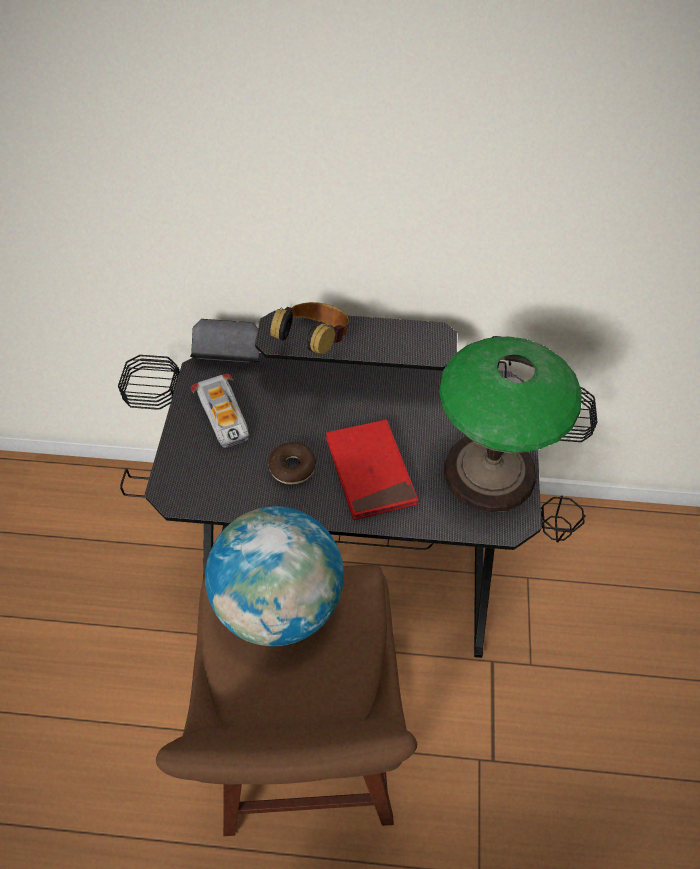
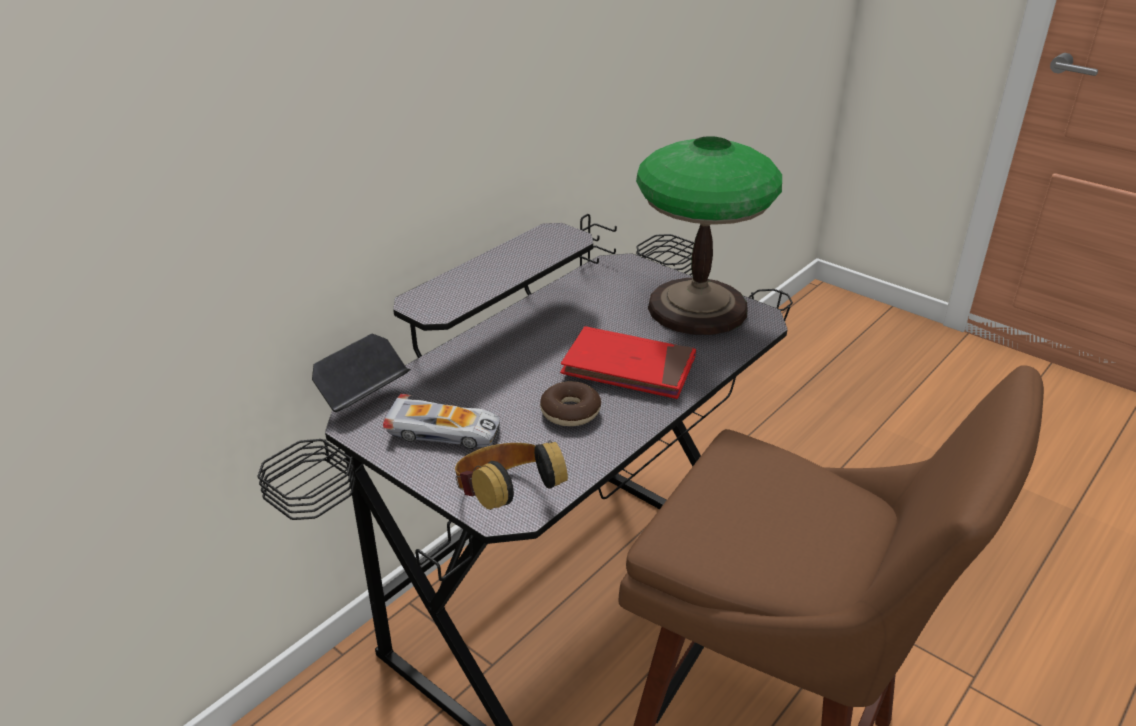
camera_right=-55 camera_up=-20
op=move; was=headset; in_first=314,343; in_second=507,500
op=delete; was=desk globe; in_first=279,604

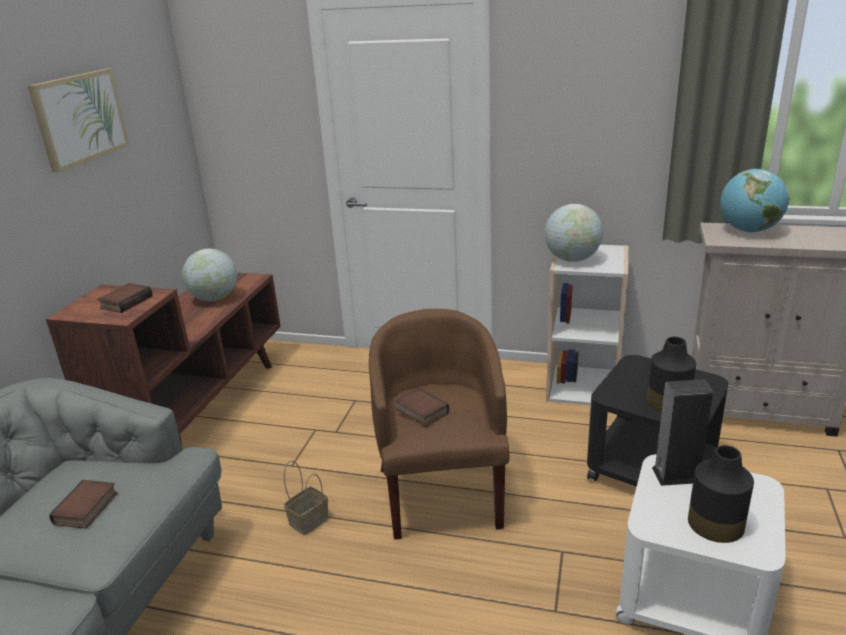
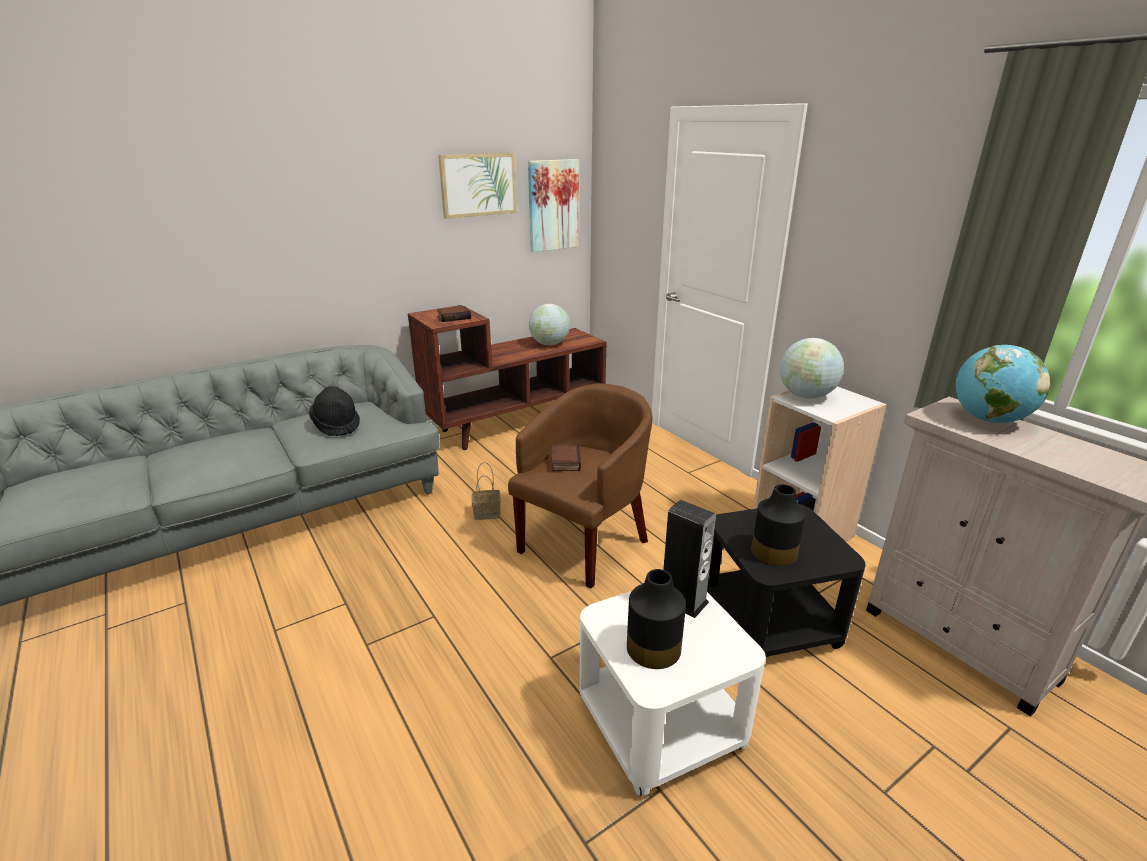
camera_right=40 camera_up=0
op=replace; was=bound book; now=black-coloured hat; in_first=87,509; in_second=337,425
op=insert; now=wall art; in_second=553,205

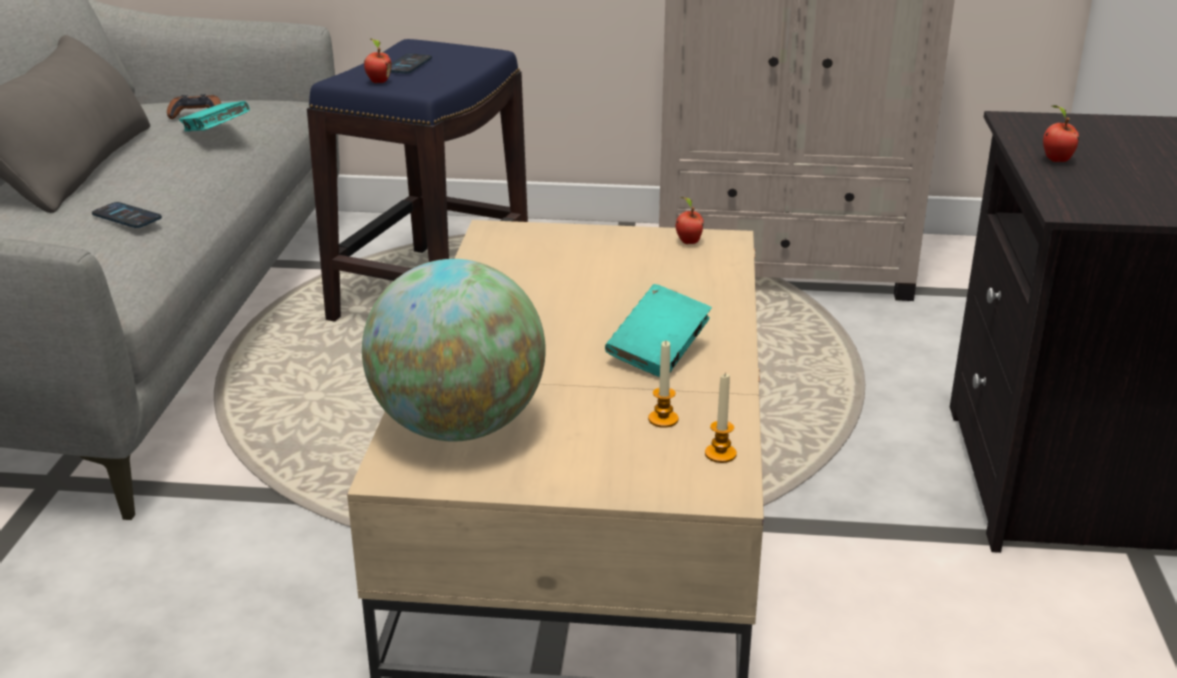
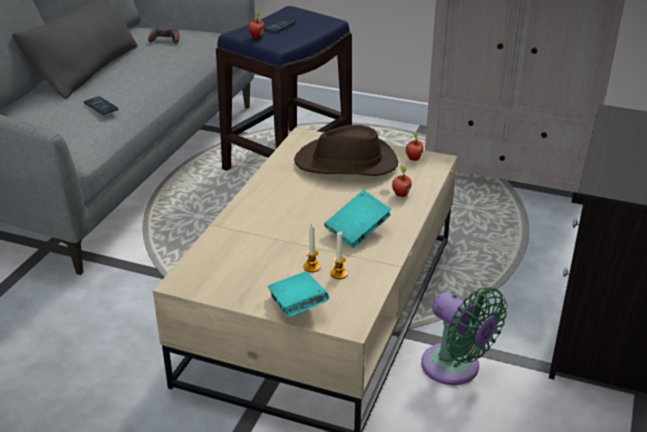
camera_right=15 camera_up=5
op=move; was=blue-green bound book; in_first=216,135; in_second=297,307
op=insert; now=brownish hat; in_second=347,163
op=move; was=wax light; in_first=720,454; in_second=312,267
op=move; was=whole apple; in_first=1055,160; in_second=400,194
op=insert; now=green electric fan; in_second=455,368
op=delete; was=desk globe; in_first=458,427

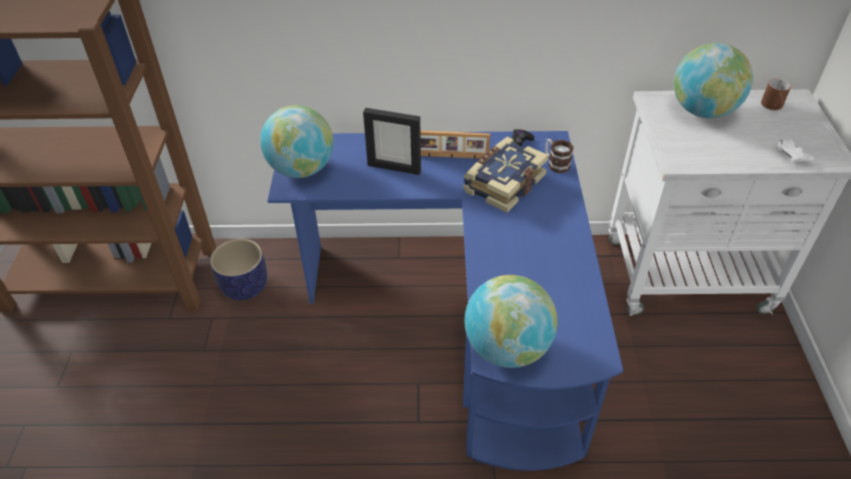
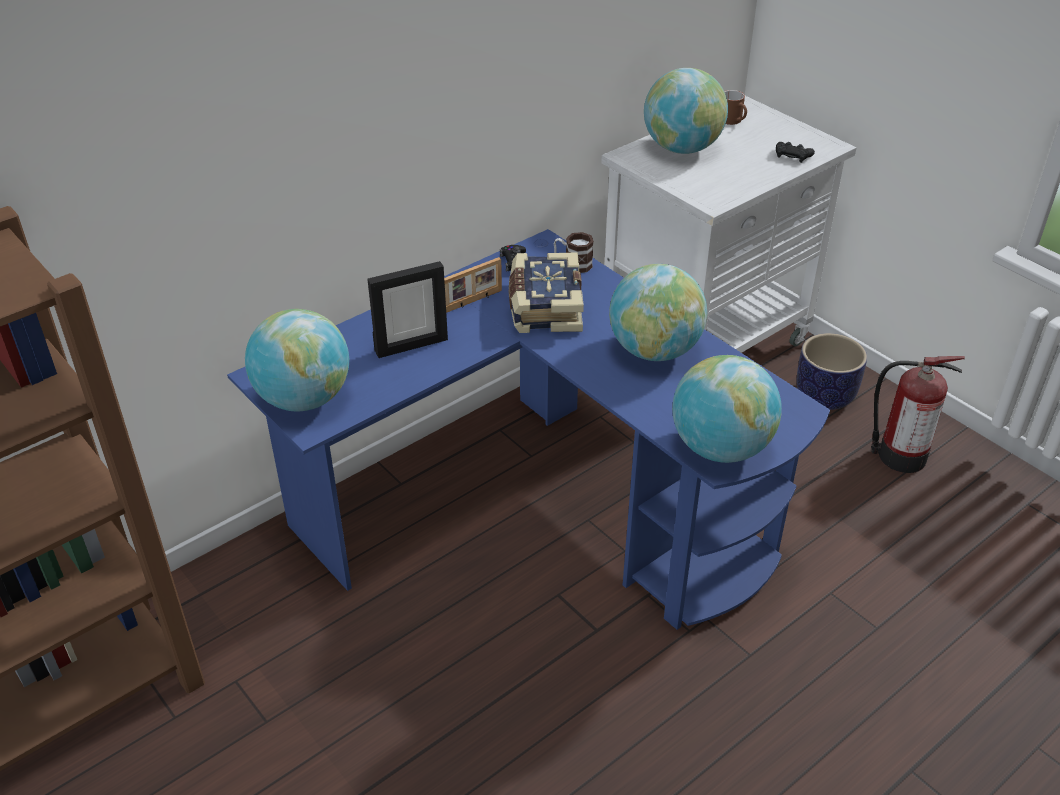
camera_right=-40 camera_up=-5
op=insert; now=desk globe; in_second=654,350
op=recolor; was=white game controller; now=black-coloured game controller; in_first=792,155; in_second=792,156
op=move; was=plant pot; in_first=245,286; in_second=824,396
op=insert; now=fire-fighting cylinder; in_second=899,456

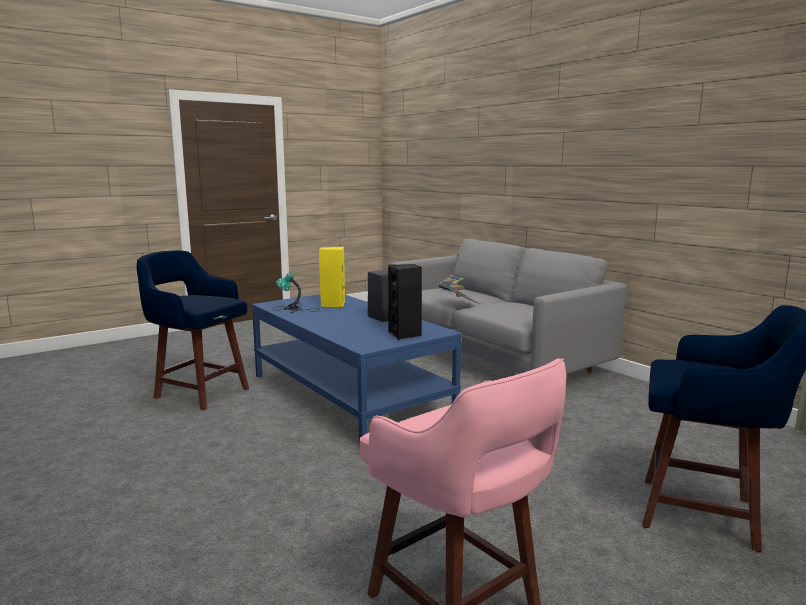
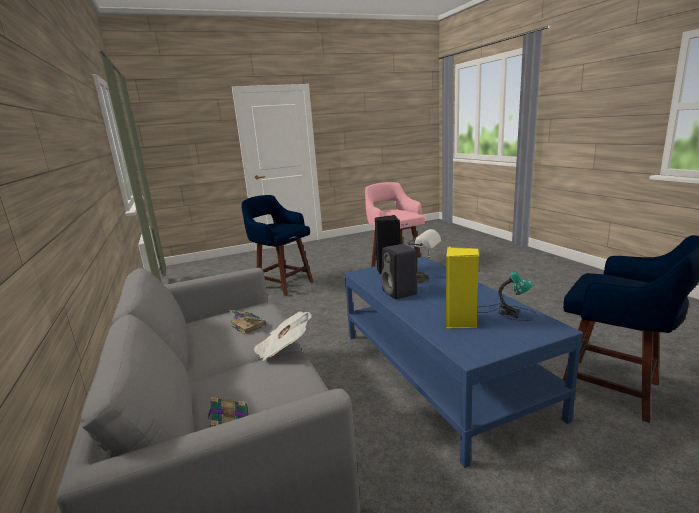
camera_right=-165 camera_up=5
op=insert; now=bound book; in_second=247,325
op=insert; now=table lamp; in_second=421,278

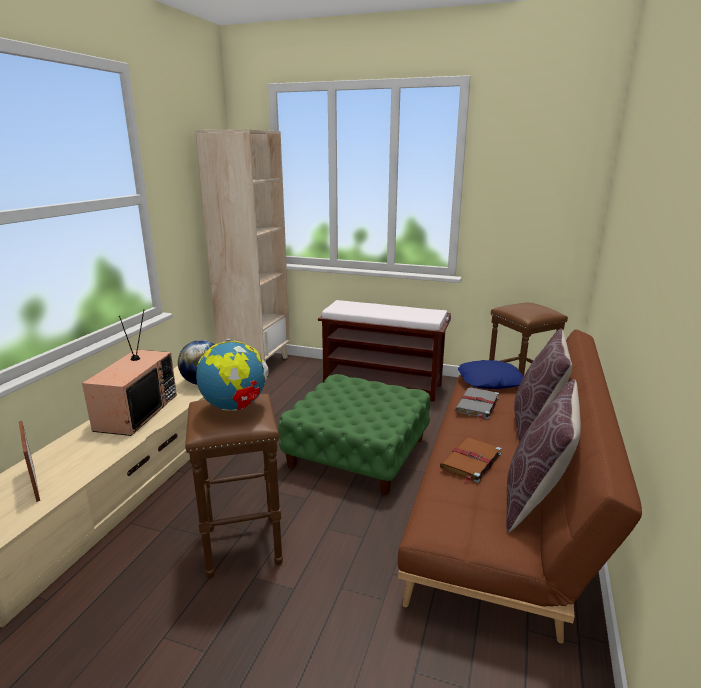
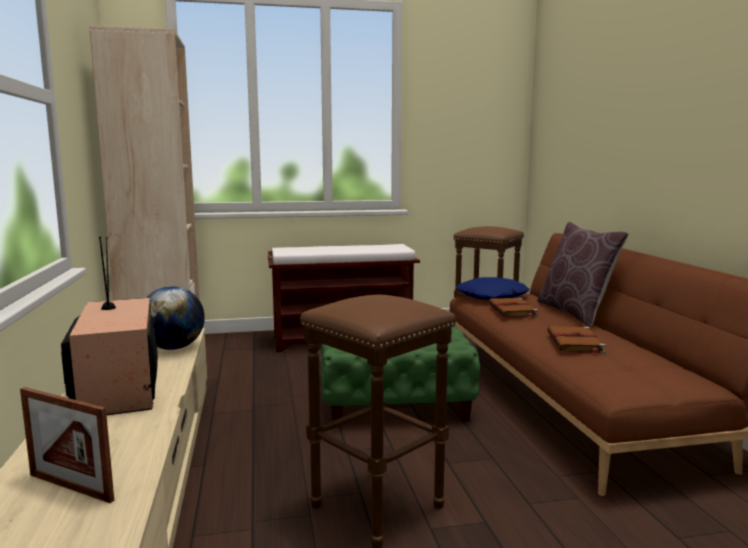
camera_right=-30 camera_up=-10
op=recolor; was=grey bound book; now=brownish bound book; in_first=477,405; in_second=512,310
op=delete; was=desk globe; in_first=235,407
op=delete; was=brownish cushion; in_first=535,498

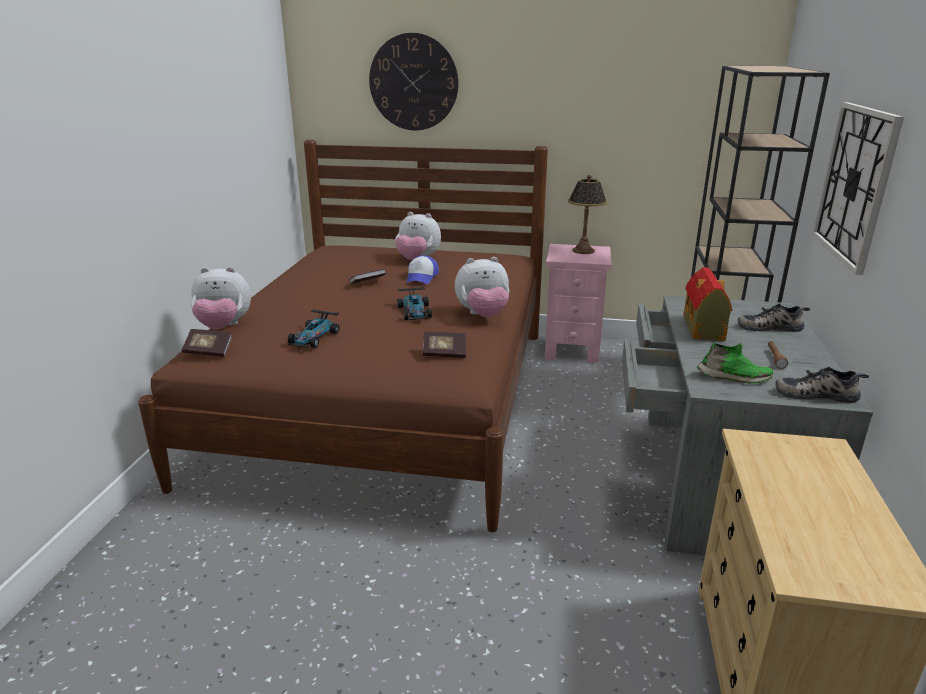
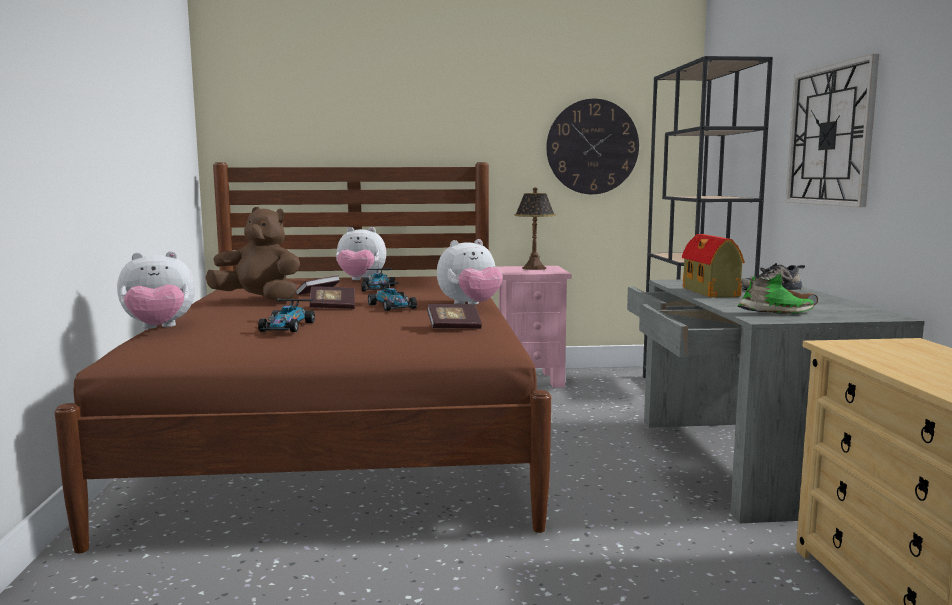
camera_right=-15 camera_up=-15
op=insert; now=brownish plush toy; in_second=259,300
op=move; was=bound book; in_first=208,351; in_second=332,307
op=replace; was=peaked cap; now=miniature car; in_first=422,277; in_second=377,288
op=move; was=wall clock; in_first=413,82; in_second=592,147
op=delete; was=shoe; in_first=816,394

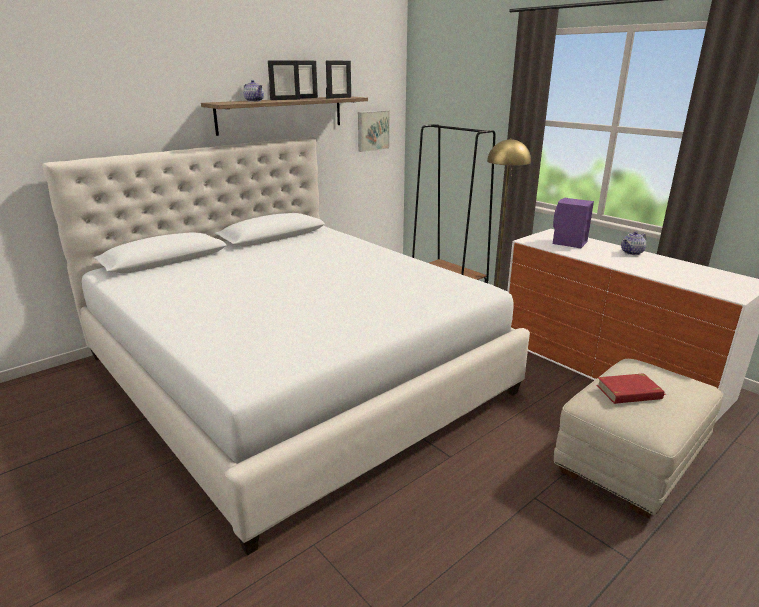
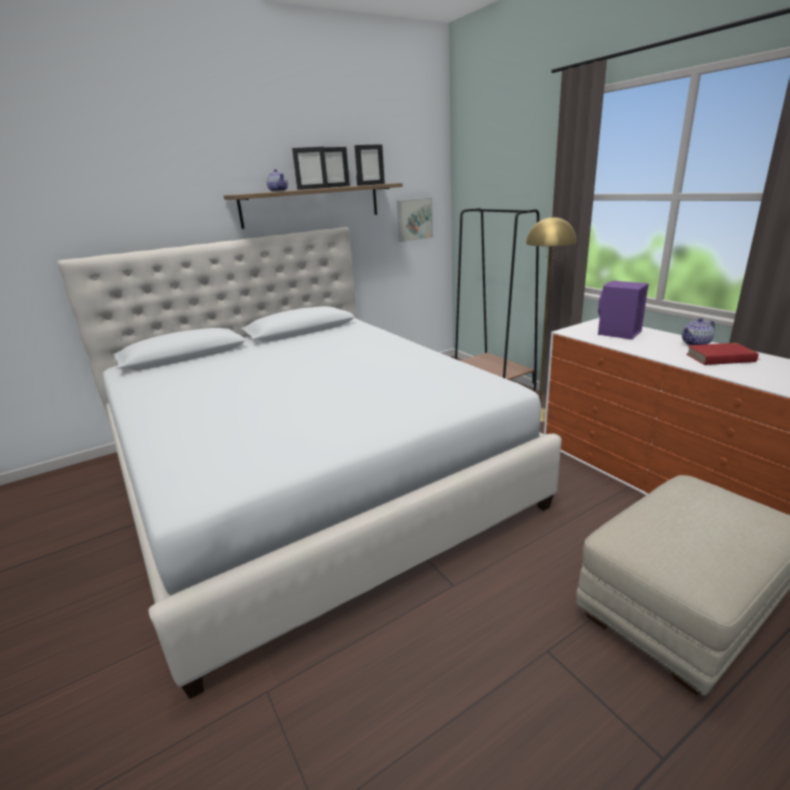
camera_right=10 camera_up=0
op=move; was=reddish bound book; in_first=629,392; in_second=720,358

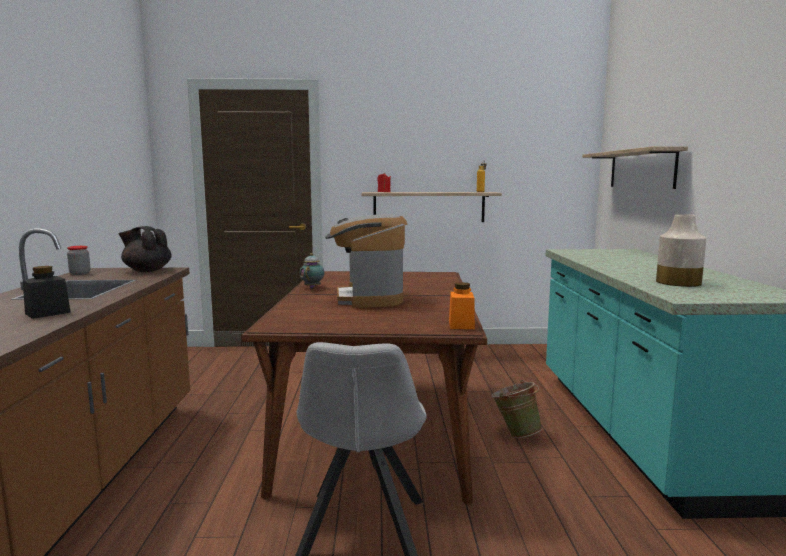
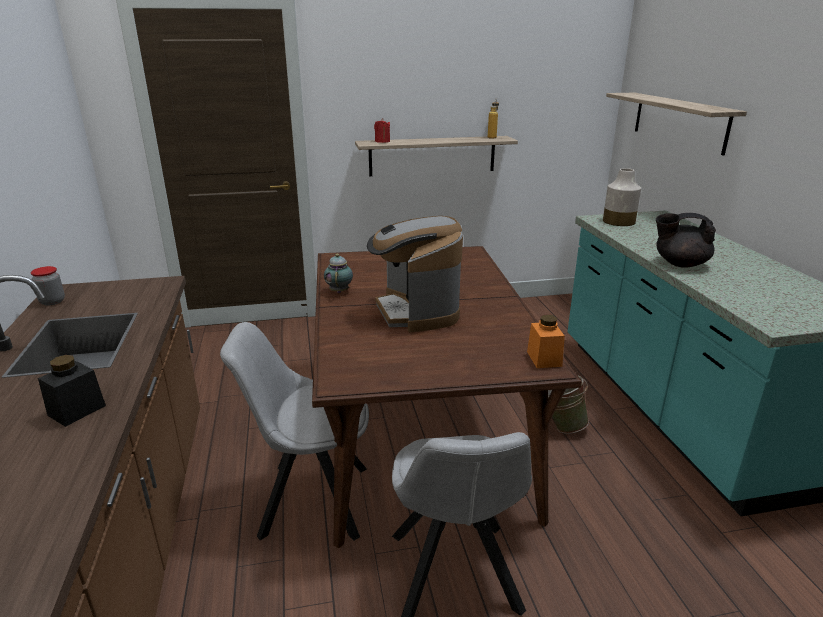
camera_right=-10 camera_up=15
op=insert; now=grey chair; in_second=311,500
op=move; was=beige-coloured vase; in_first=678,282; in_second=619,221
op=move; was=black-coloured teapot; in_first=147,270; in_second=679,263

